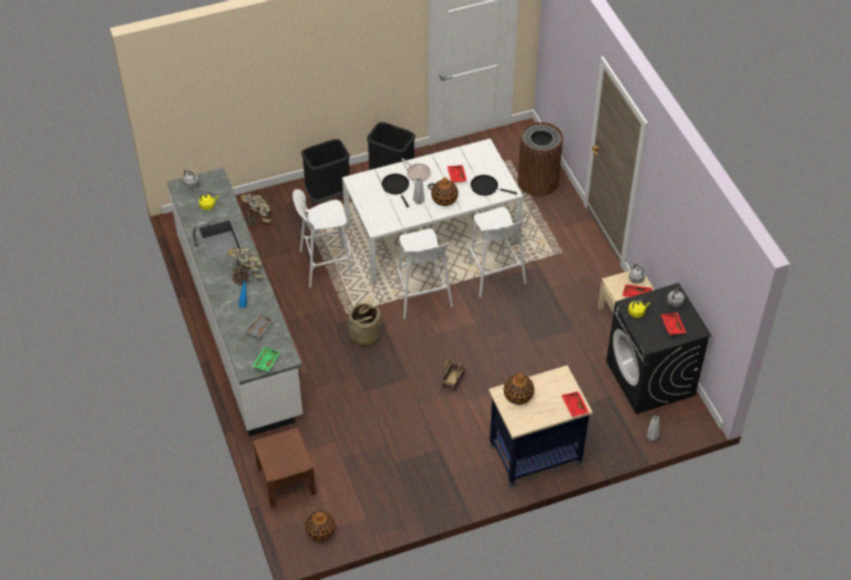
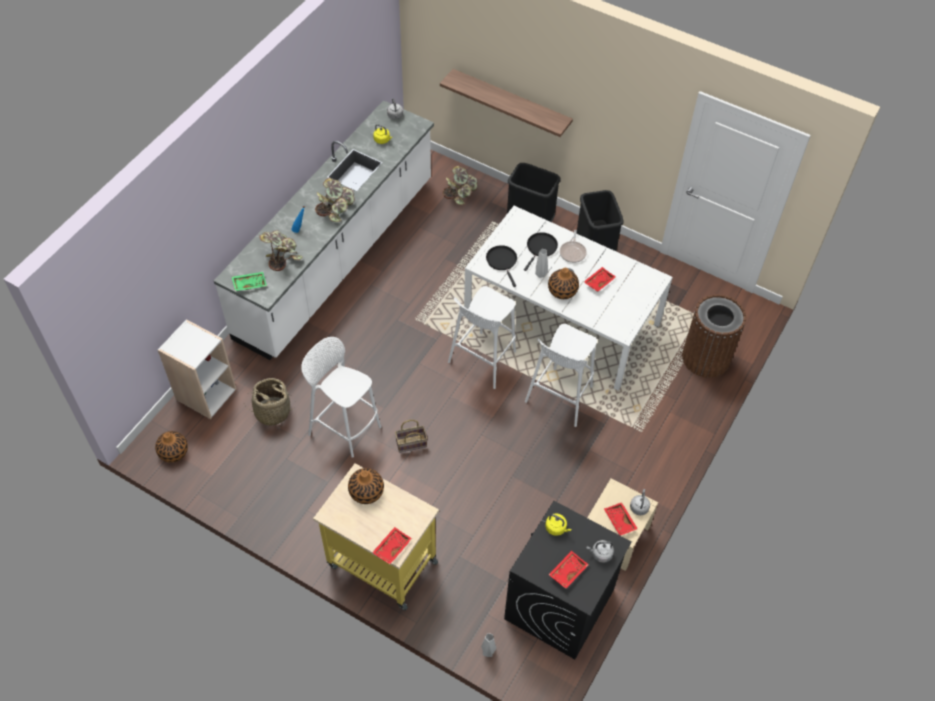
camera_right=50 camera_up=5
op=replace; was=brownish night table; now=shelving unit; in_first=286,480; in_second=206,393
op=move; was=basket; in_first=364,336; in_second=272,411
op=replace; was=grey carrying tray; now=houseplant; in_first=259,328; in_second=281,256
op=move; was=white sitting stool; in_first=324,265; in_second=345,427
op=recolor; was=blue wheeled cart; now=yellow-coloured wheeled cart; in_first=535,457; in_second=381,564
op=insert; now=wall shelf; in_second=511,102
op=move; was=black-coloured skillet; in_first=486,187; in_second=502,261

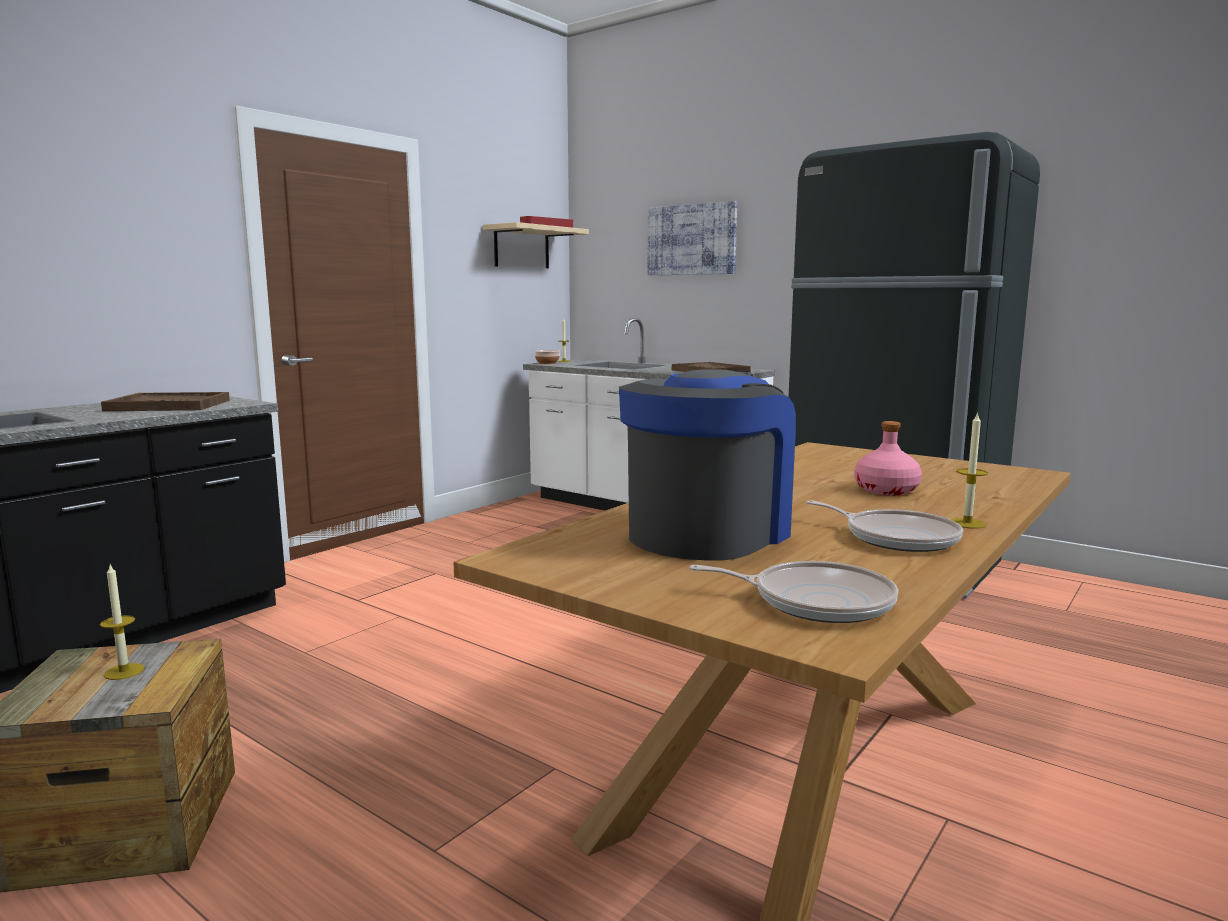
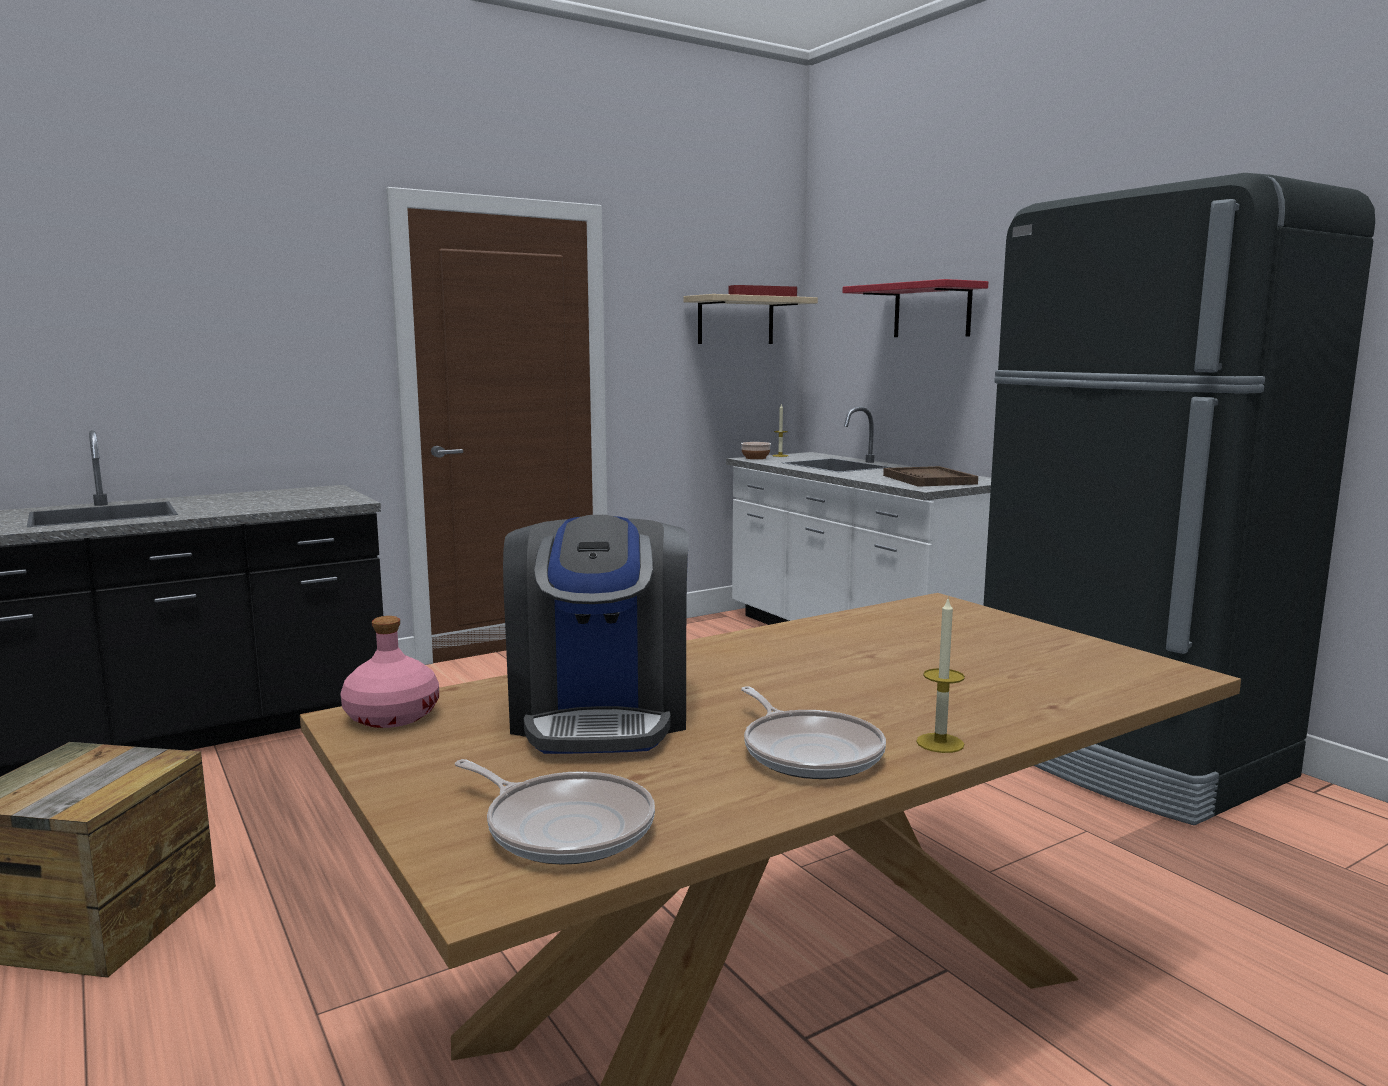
camera_right=20 camera_up=0
op=move; was=pink beverage bottle; in_first=885,490; in_second=391,716
op=rotate; was=coffee maker; in_first=708,533; in_second=600,714; clockwise=120
op=replace; was=wall art; now=reddish wall shelf; in_first=691,240; in_second=932,311
op=delete; was=wax light; in_first=124,671
op=delete; was=brownish carrying tray; in_first=169,405

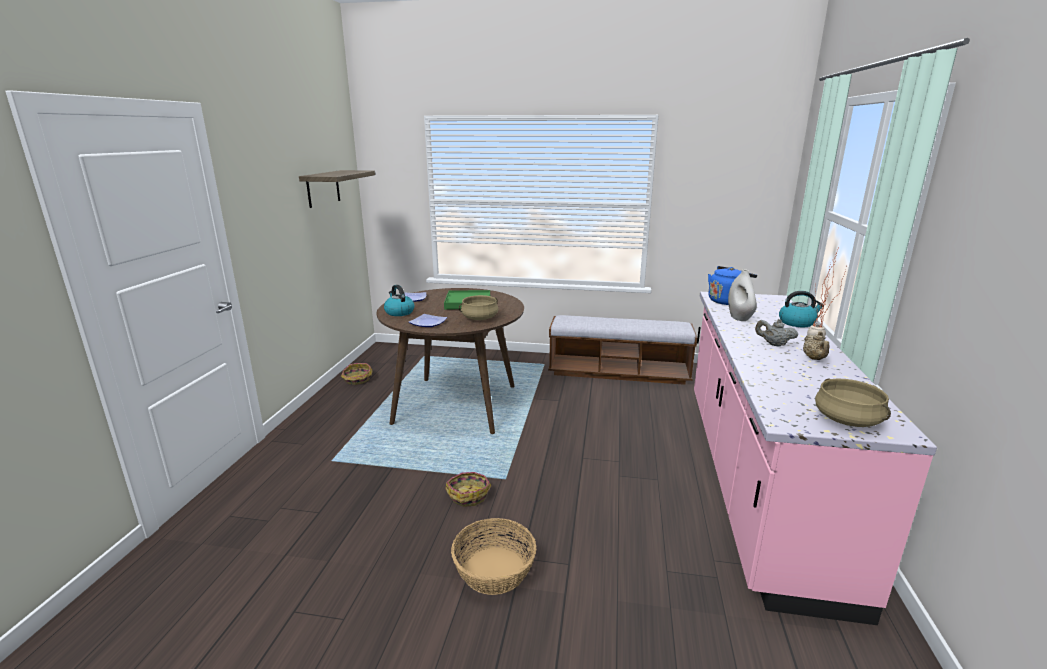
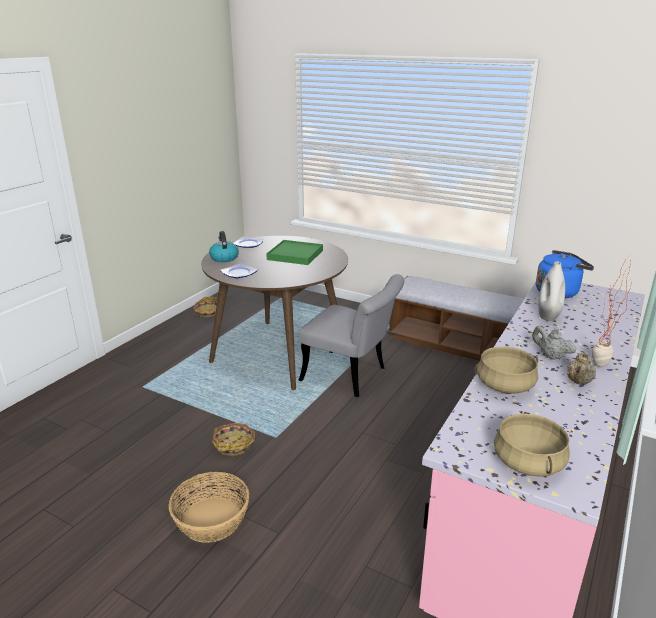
camera_right=20 camera_up=5
op=insert; now=grey chair; in_second=351,376
op=move; was=beige-coloured saucepot; in_first=479,318; in_second=505,385
op=delete; was=wall shelf; in_first=323,188
op=delete; was=tea kettle; in_first=797,322

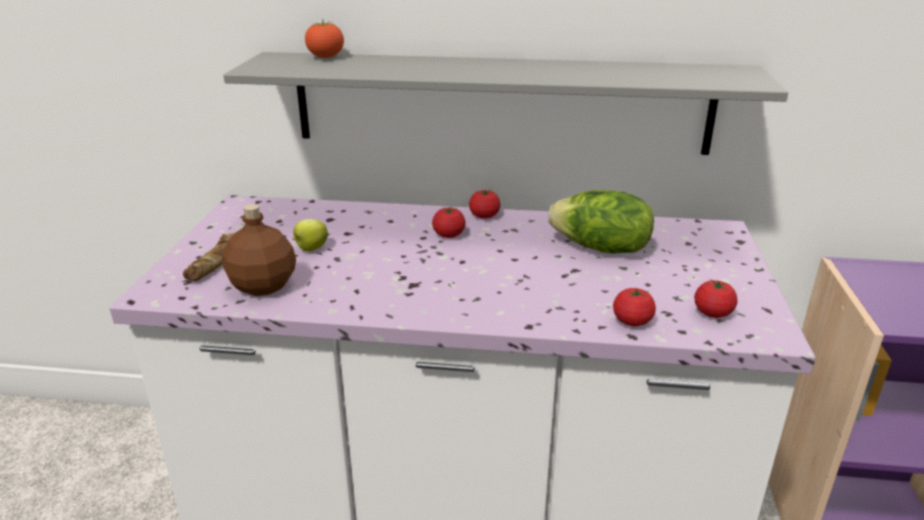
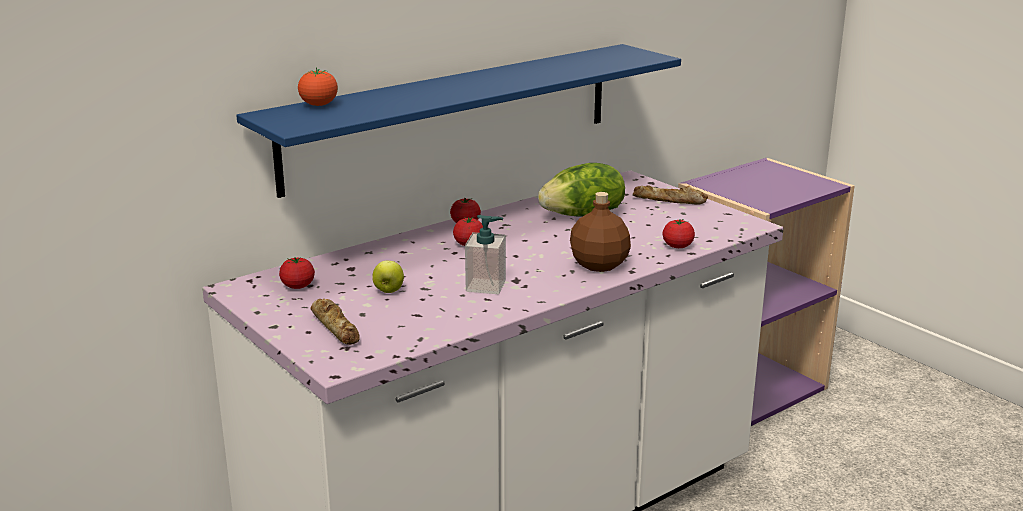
camera_right=-45 camera_up=-5
op=recolor; was=grey wall shelf; now=blue wall shelf; in_first=500,103; in_second=453,115
op=move; was=whole tomato; in_first=712,313; in_second=298,286
op=insert; now=soap bottle; in_second=486,286
op=move; was=brownish beverage bottle; in_first=264,286; in_second=599,264
op=insert; now=baked bread; in_second=669,200

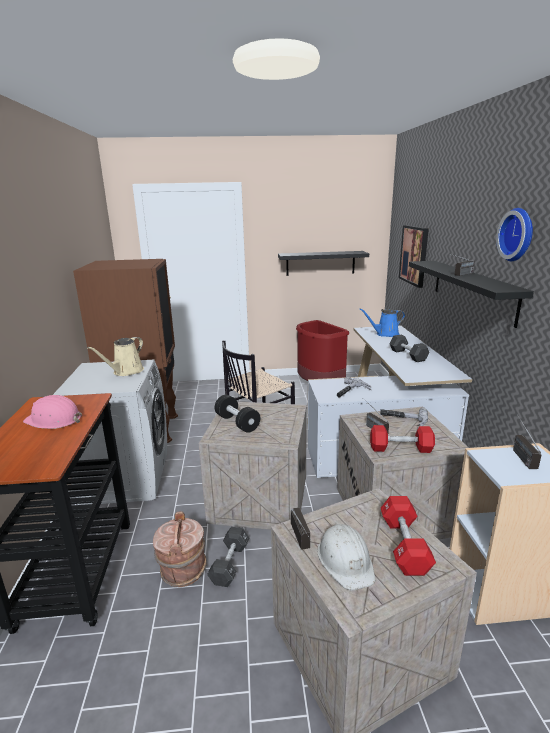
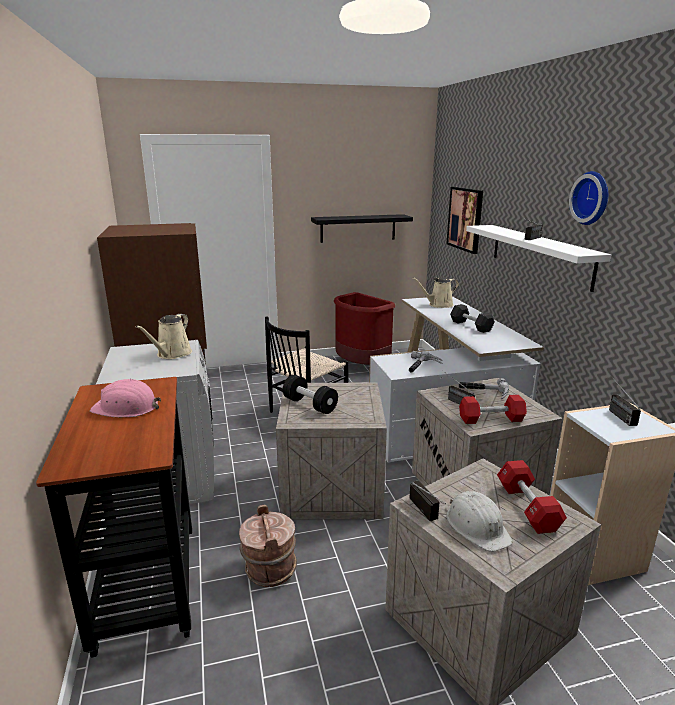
camera_right=-10 camera_up=0
op=recolor; was=blue sprinkling can; now=beige-coloured sprinkling can; in_first=385,334; in_second=438,305
op=recolor; was=black-coloured wall shelf; now=white wall shelf; in_first=472,290; in_second=539,254
op=delete; was=black-coloured free weight; in_first=230,564

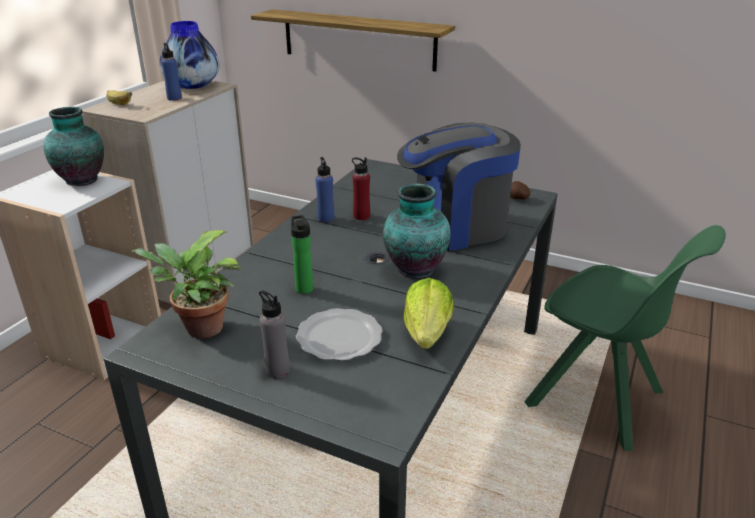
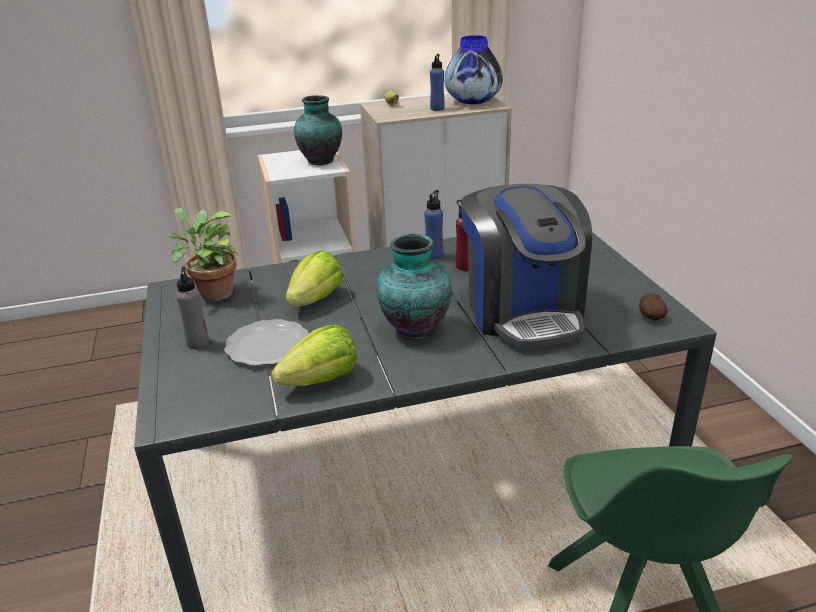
camera_right=50 camera_up=0
op=replace; was=beverage bottle; now=head of lettuce; in_first=303,287; in_second=316,299
op=rotate; was=coffee maker; in_first=453,227; in_second=523,312; clockwise=-135
op=delete; was=wall shelf; in_first=358,39

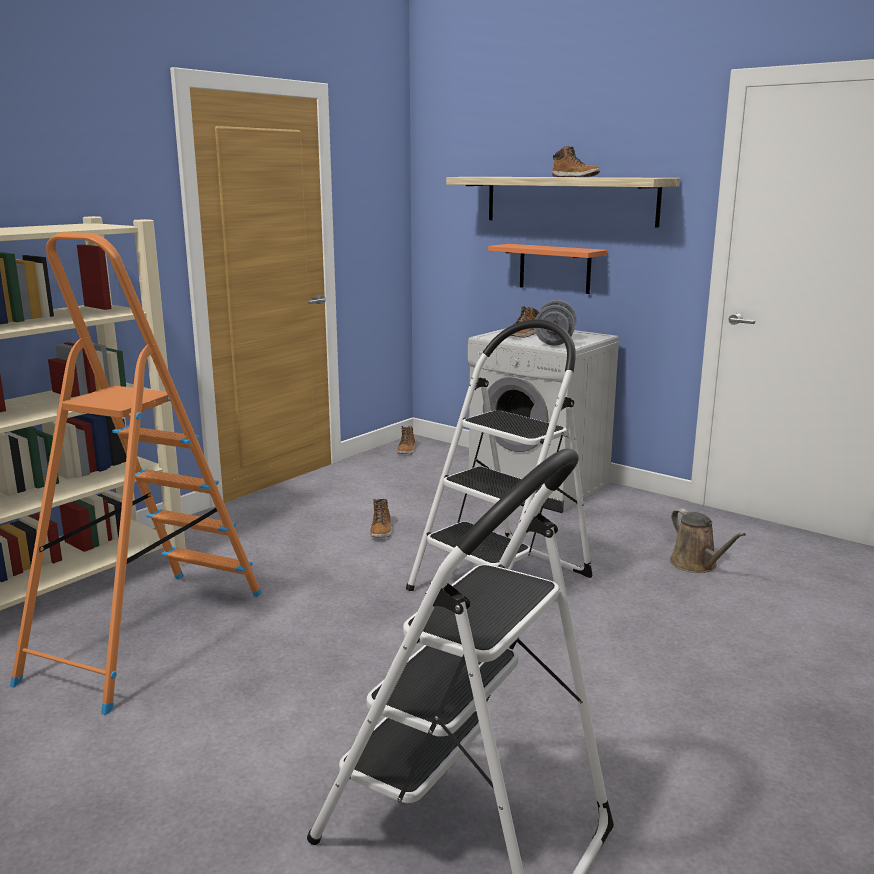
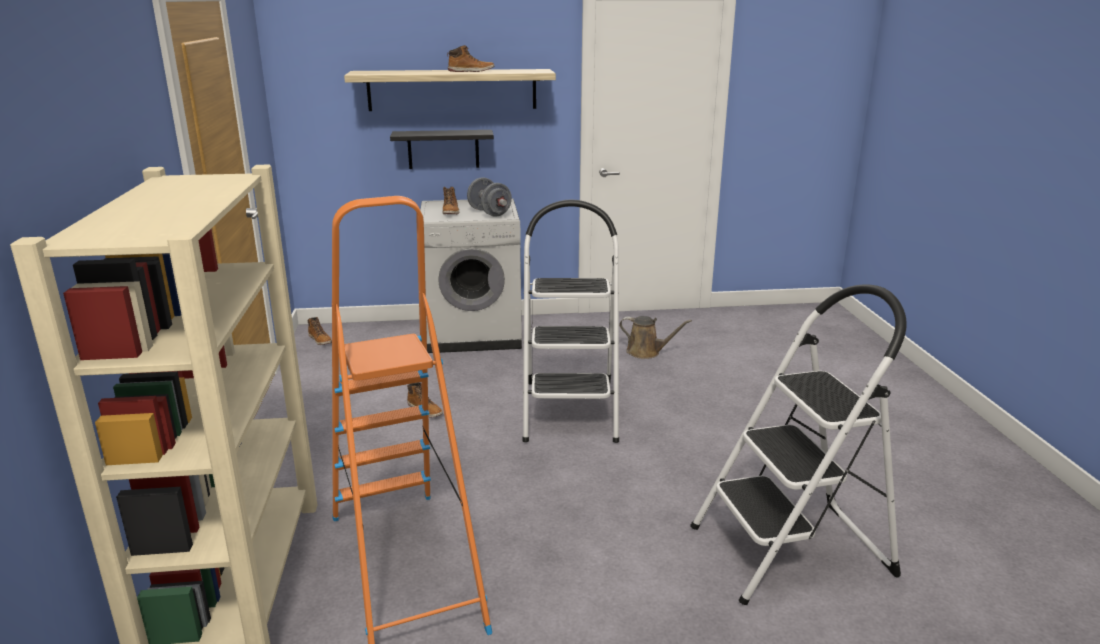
camera_right=-45 camera_up=5
op=recolor; was=orangey wall shelf; now=black-coloured wall shelf; in_first=555,268; in_second=443,149

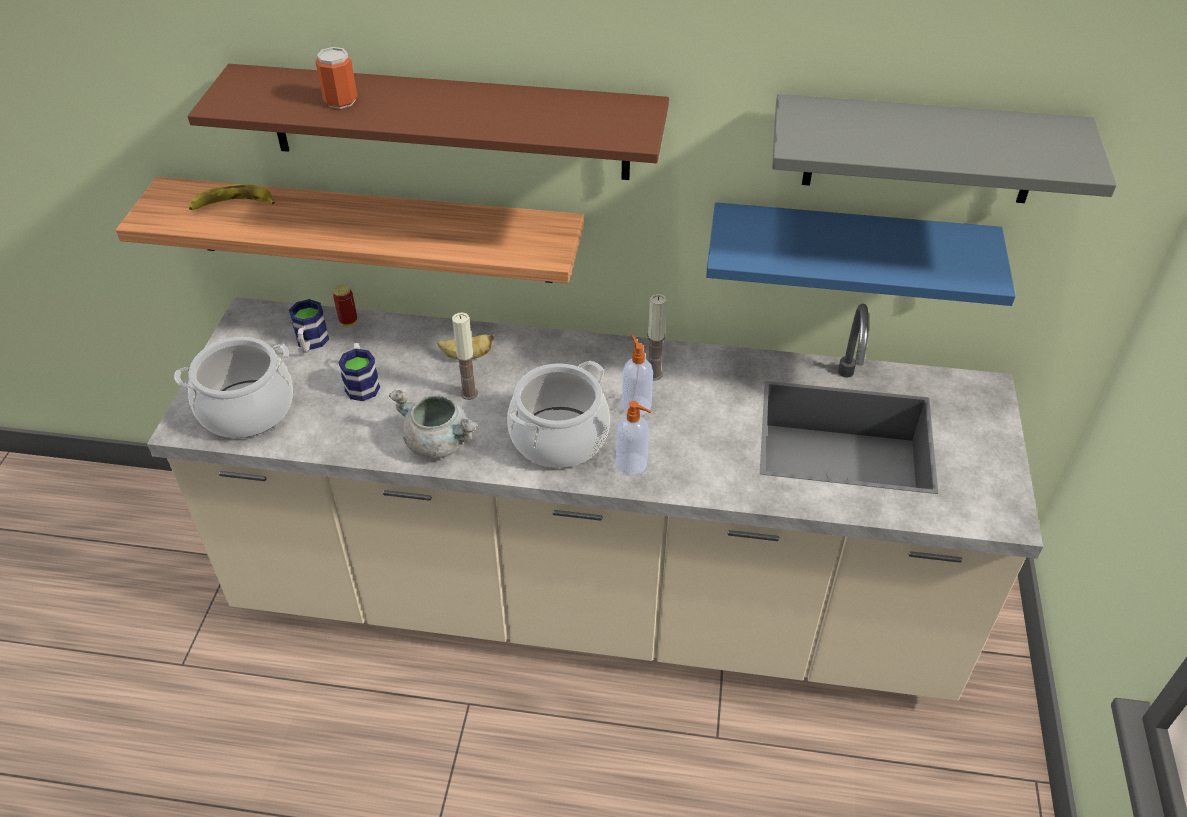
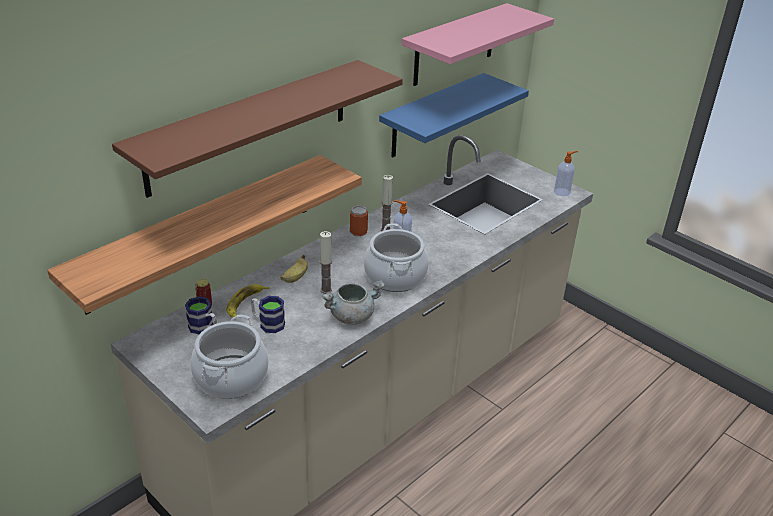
camera_right=-55 camera_up=-10
op=move; was=banana fruit; in_first=232,204; in_second=245,303
op=move; was=can; in_first=340,101; in_second=358,232
op=recolor; was=grey wall shelf; now=pink wall shelf; in_first=922,150; in_second=455,45
op=move; was=soap bottle; in_first=632,464; in_second=562,192

